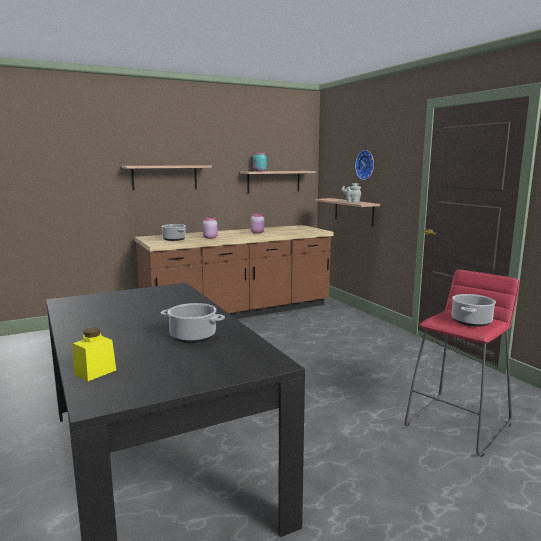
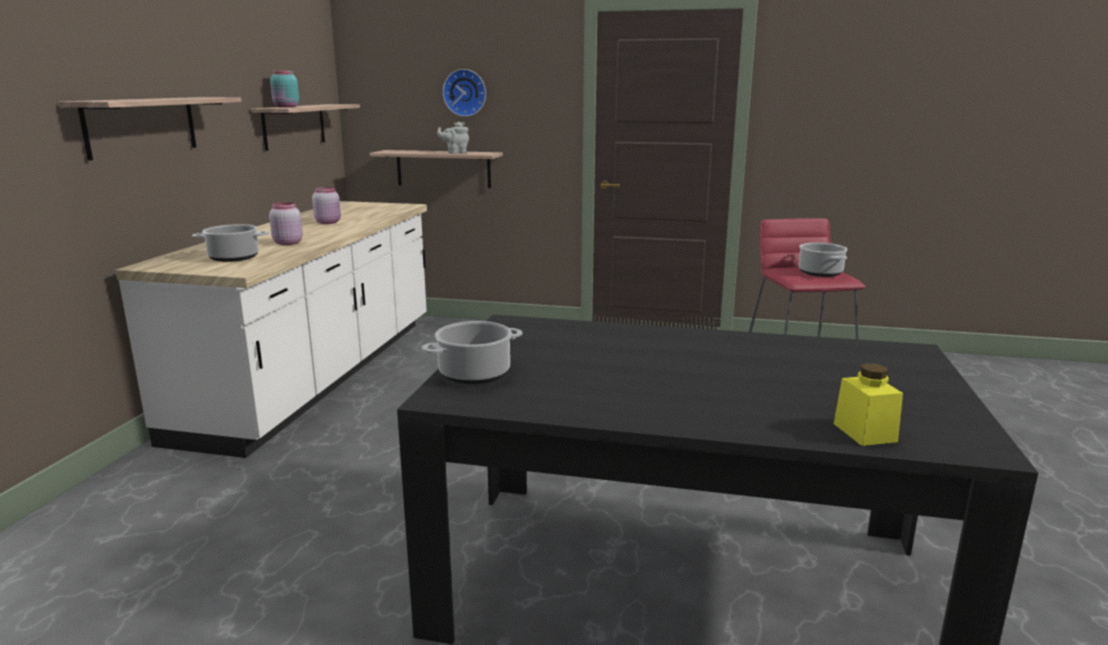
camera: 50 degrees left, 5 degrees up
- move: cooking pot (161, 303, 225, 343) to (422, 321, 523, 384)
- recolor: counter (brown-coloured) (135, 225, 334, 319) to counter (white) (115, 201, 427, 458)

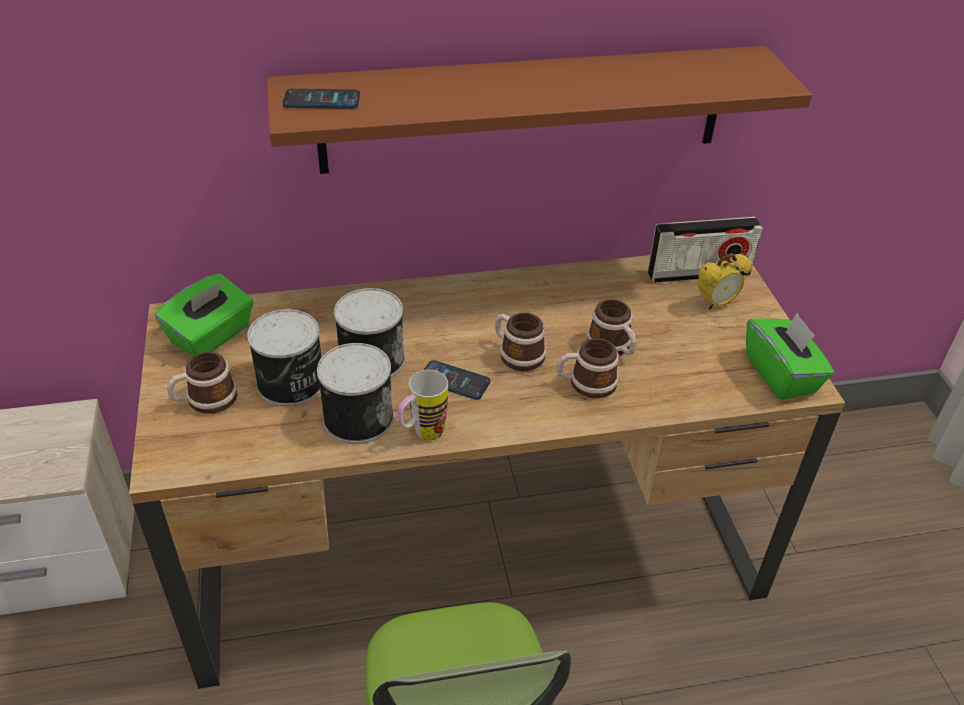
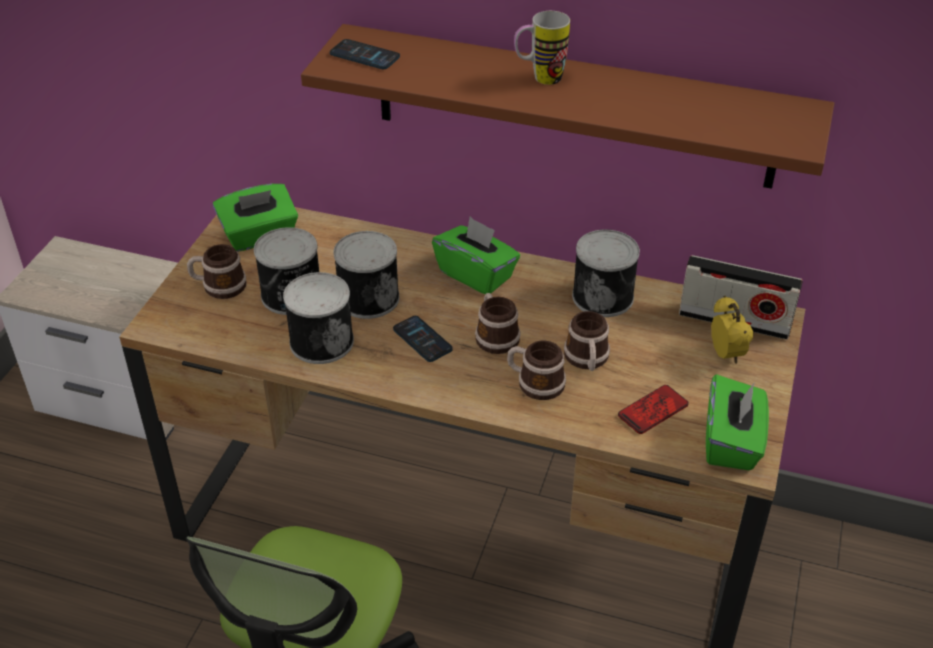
camera: 30 degrees right, 0 degrees up
- insert: tissue holder (greenish) (432, 217, 520, 294)
- insert: metal can (572, 229, 640, 317)
- insert: handset (618, 385, 689, 434)
- move: tea mug (397, 370, 448, 441) to (514, 11, 570, 85)
- rotate: table clock (698, 253, 751, 310) = (711, 296, 753, 363) 105 degrees counterclockwise

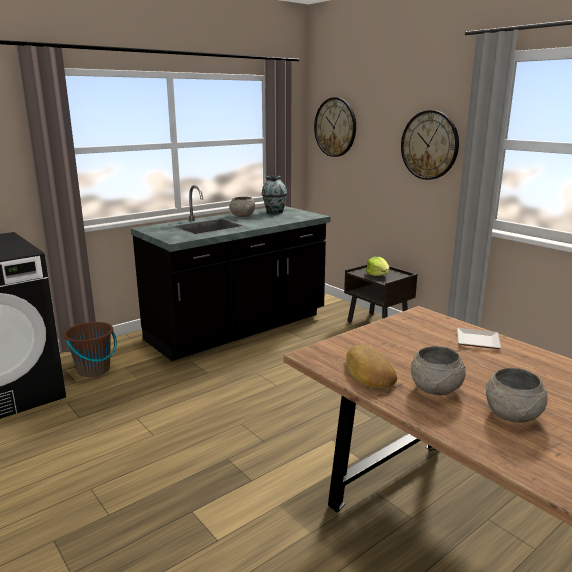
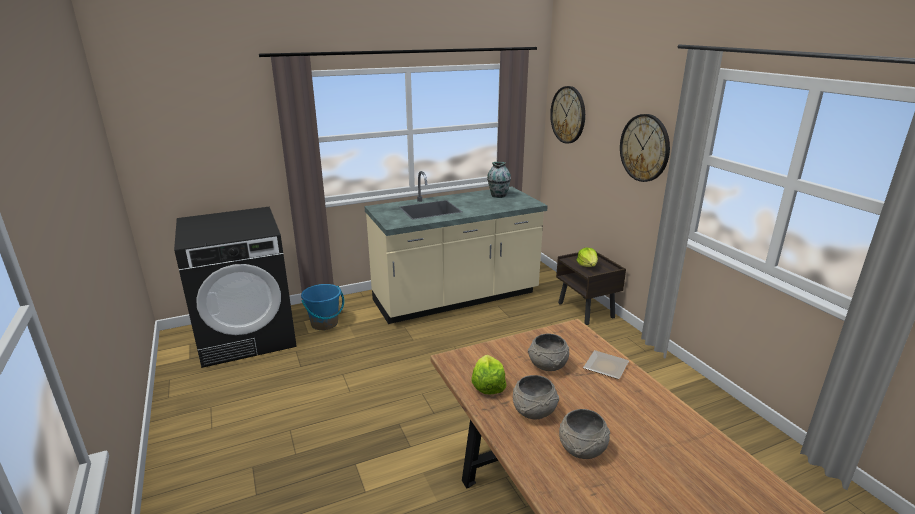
camera: 15 degrees right, 5 degrees up
- move: deep dish (gray) (229, 197, 255, 217) to (528, 333, 569, 371)
- replace: bread (346, 344, 397, 388) to lettuce (471, 355, 507, 394)
- recolor: water bucket (brown-coloured) (64, 322, 117, 377) to water bucket (bluish) (301, 284, 344, 330)
- recolor: counter (black-coloured) (131, 185, 330, 361) to counter (sand-coloured) (364, 171, 548, 324)

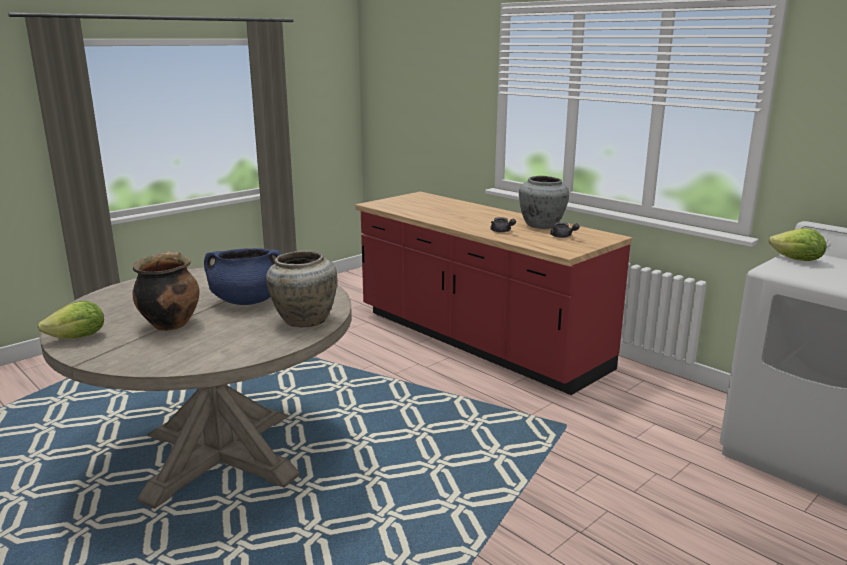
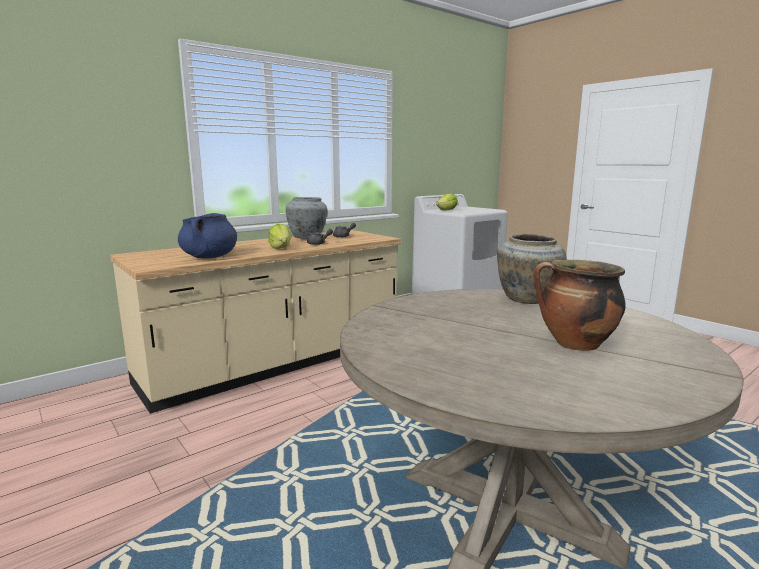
camera: 85 degrees left, 5 degrees down
- move: lettuce (38, 301, 104, 339) to (268, 224, 291, 249)
- move: cooking pot (bluish) (204, 248, 281, 305) to (178, 213, 237, 258)
- recolor: counter (red) (355, 192, 632, 395) to counter (sand-coloured) (110, 230, 401, 414)

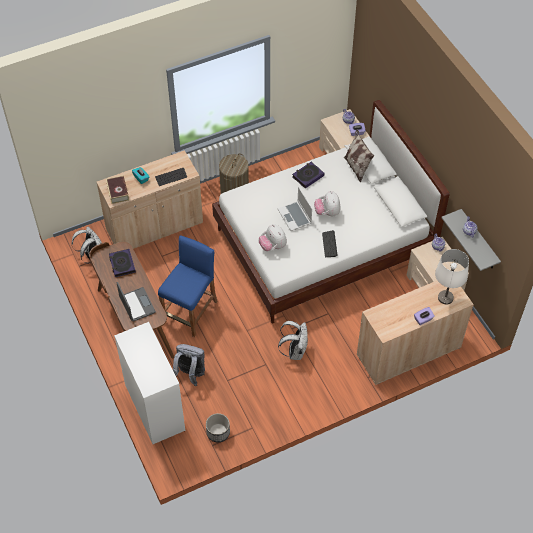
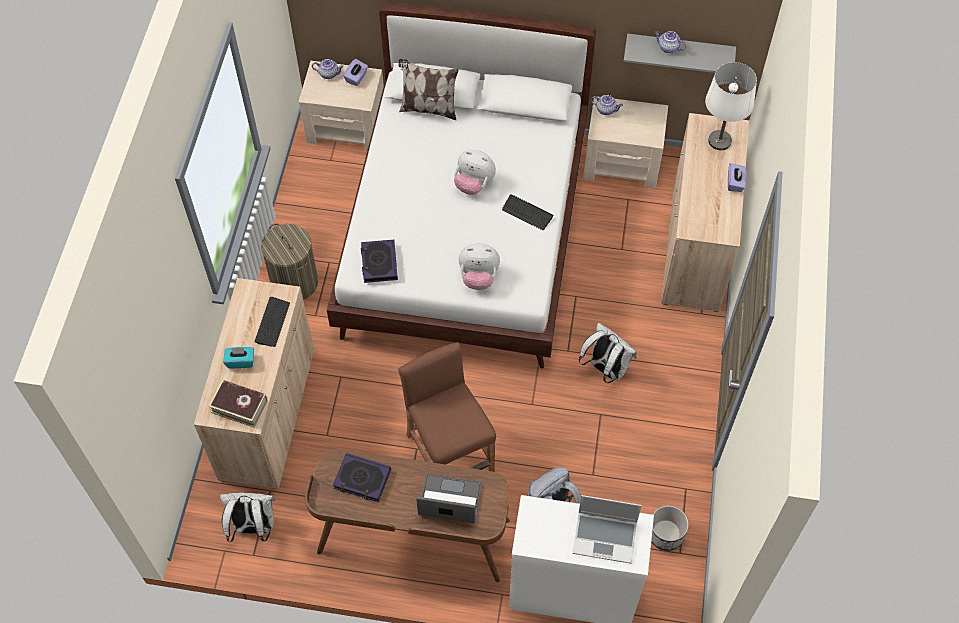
camera: 55 degrees left, 5 degrees up
- move: notebook computer (278, 187, 312, 231) to (572, 495, 642, 564)
- move: bound book (292, 162, 324, 189) to (361, 240, 398, 283)
- recolor: stool (bluish) (158, 235, 218, 337) to stool (brown-coloured) (398, 342, 496, 472)

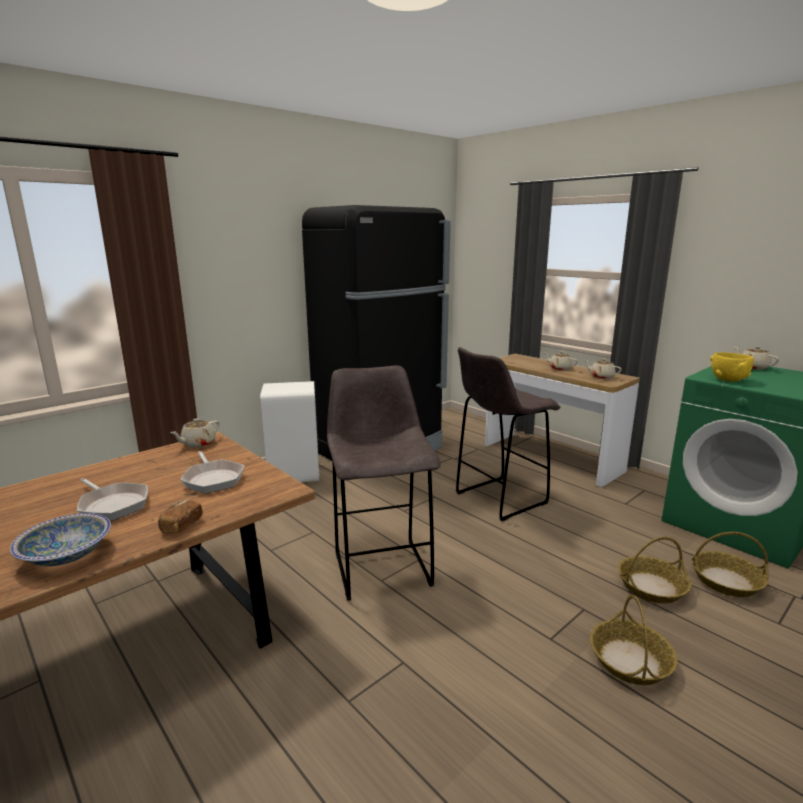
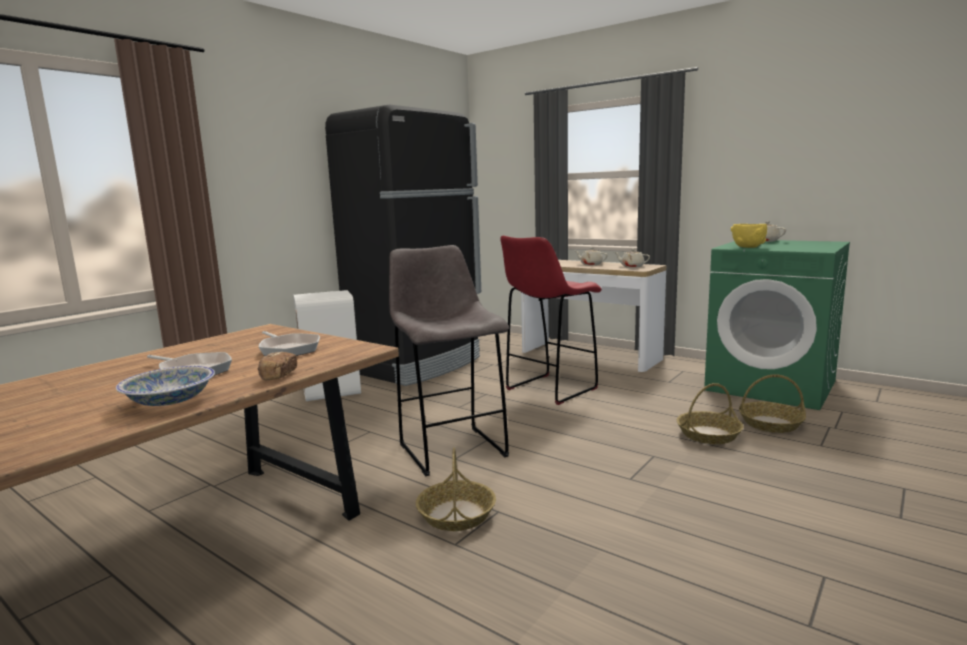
camera: 10 degrees left, 5 degrees down
- delete: pot for tea (sand-coloured) (170, 419, 220, 448)
- move: basket (590, 595, 678, 685) to (416, 448, 496, 531)
- recolor: stool (gray) (456, 347, 560, 521) to stool (red) (500, 235, 602, 405)

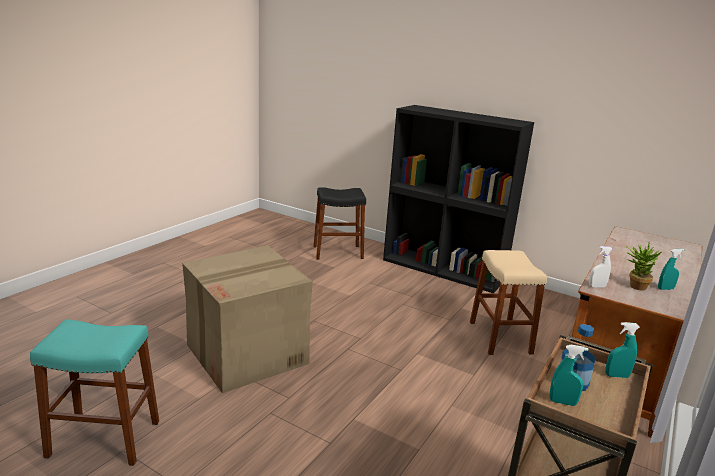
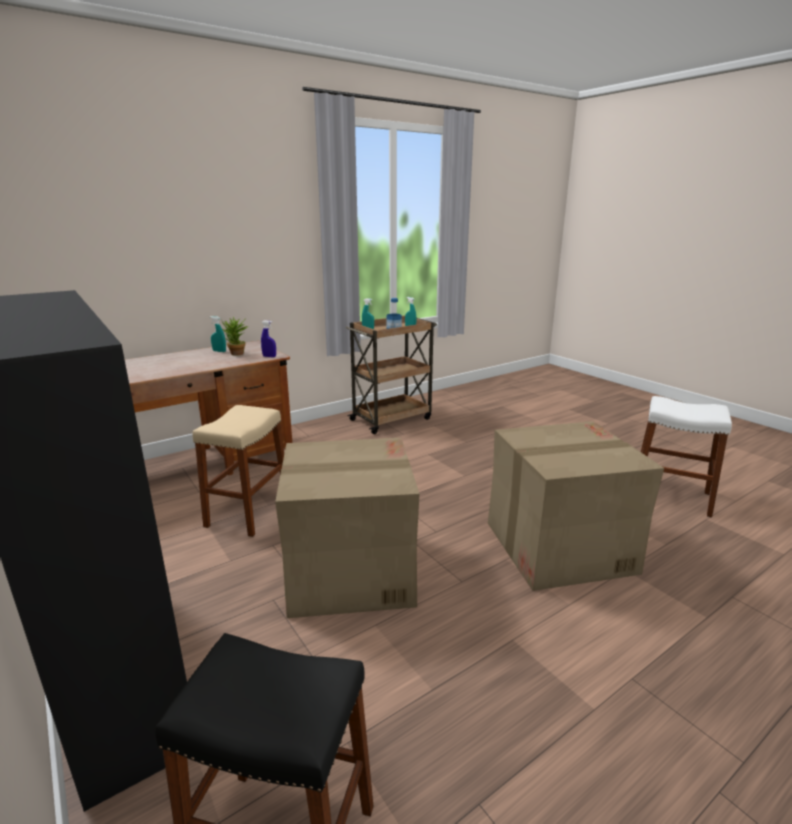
camera: 155 degrees left, 0 degrees up
- insert: carton (275, 438, 419, 618)
- recolor: stool (blue-green) (30, 319, 159, 466) to stool (white) (641, 396, 732, 518)
- recolor: sprayer (white) (589, 246, 613, 288) to sprayer (bluish) (261, 320, 276, 357)

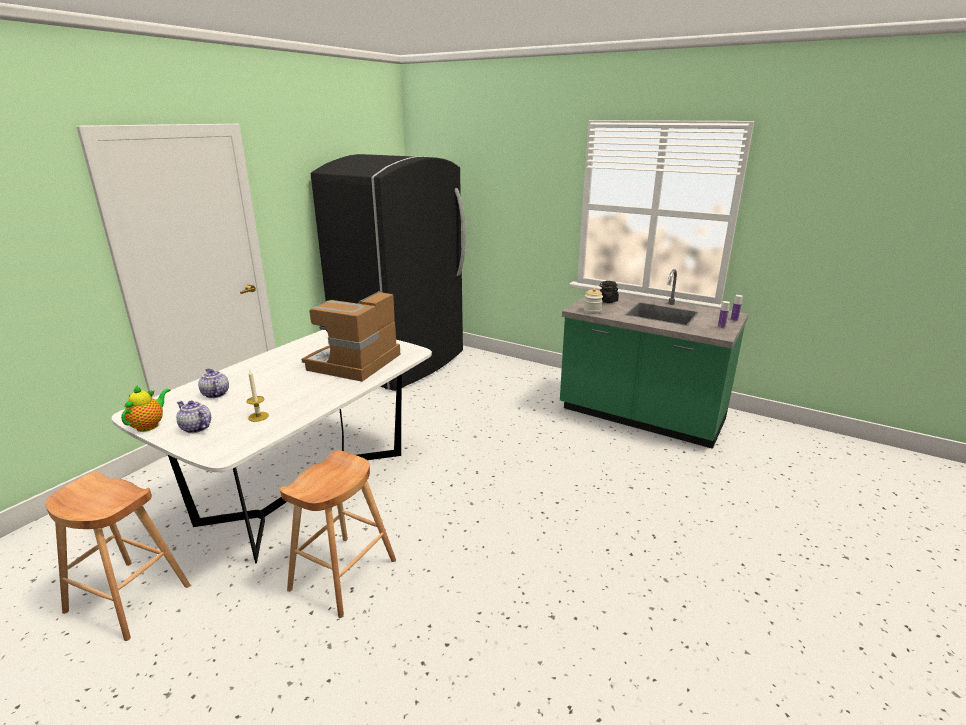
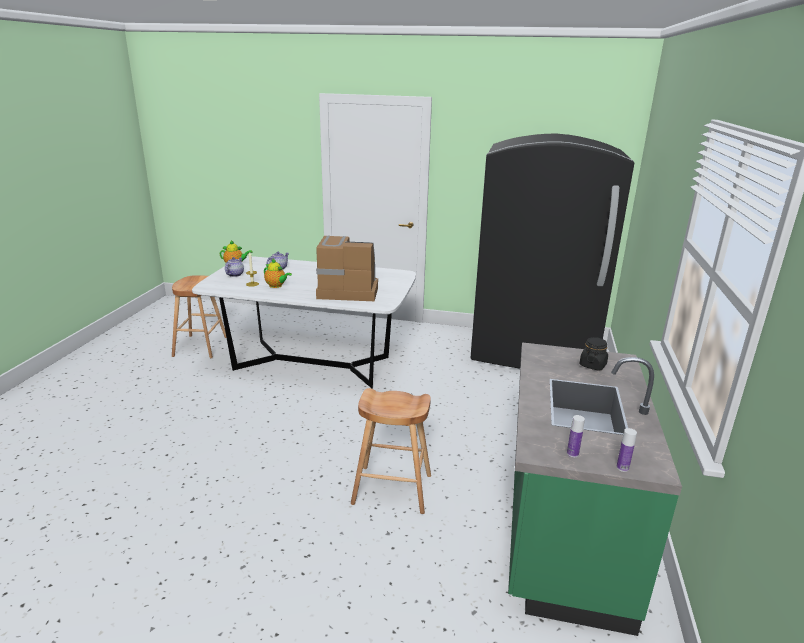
camera: 70 degrees right, 0 degrees up
- delete: jar (584, 288, 603, 314)
- insert: pot for tea (264, 259, 292, 288)
- move: stool (brown-coloured) (280, 450, 396, 618) to (351, 388, 431, 514)

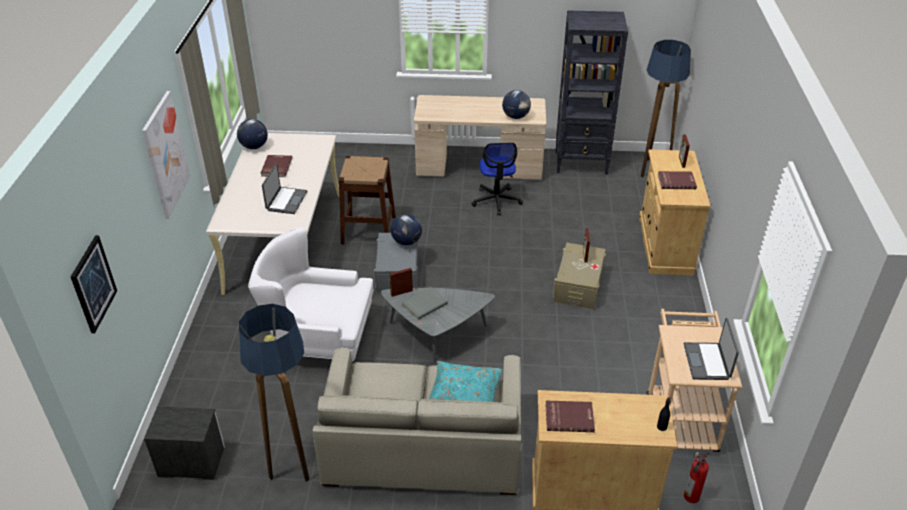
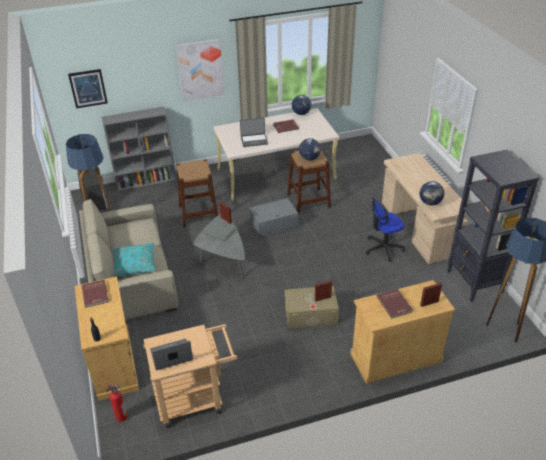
camera: 70 degrees right, 0 degrees up
- insert: bookshelf (gray) (102, 107, 176, 191)
- move: globe (391, 214, 422, 245) to (299, 138, 321, 160)
- replace: lounge chair (white) (248, 227, 374, 361) to stool (brown-coloured) (176, 159, 218, 227)

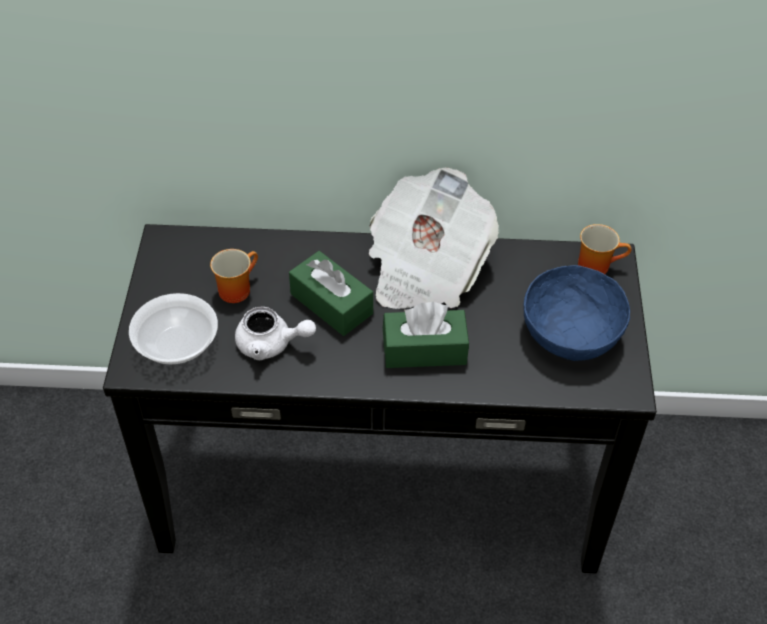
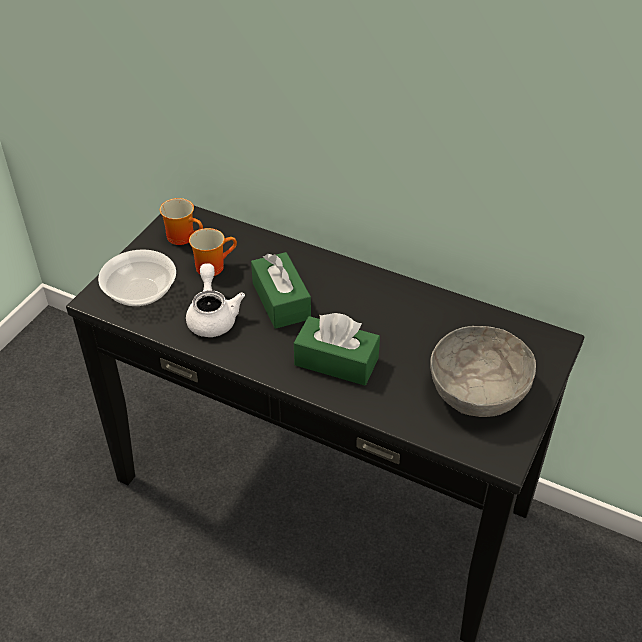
camera: 25 degrees right, 5 degrees down
- delete: printed paper (369, 168, 499, 309)
- move: tea mug (578, 224, 631, 274) to (160, 198, 203, 245)
- recolor: deep dish (bluish) (523, 265, 630, 361) to deep dish (gray) (430, 326, 536, 417)
- rotate: pot for tea (white) (235, 307, 316, 360) = (186, 263, 245, 337) 135 degrees counterclockwise

